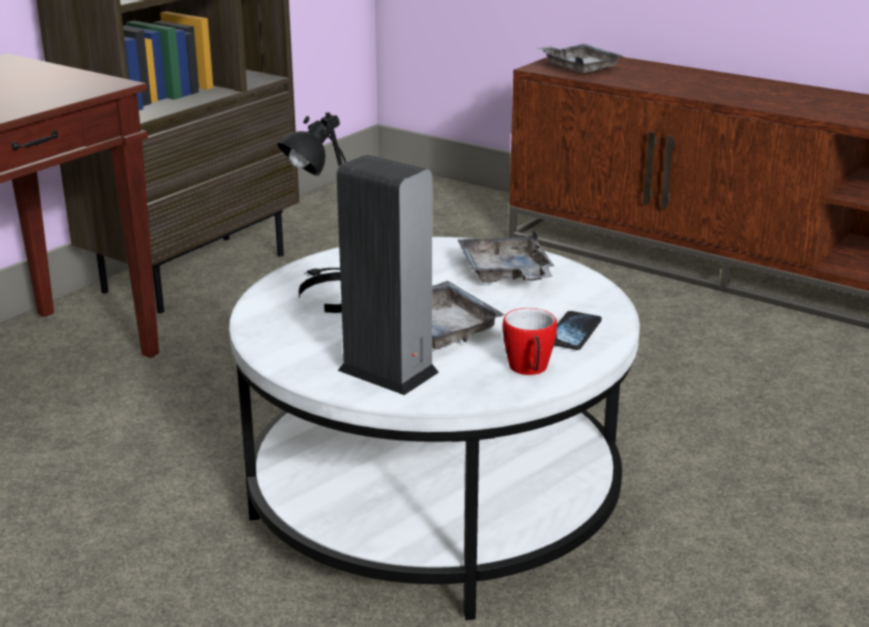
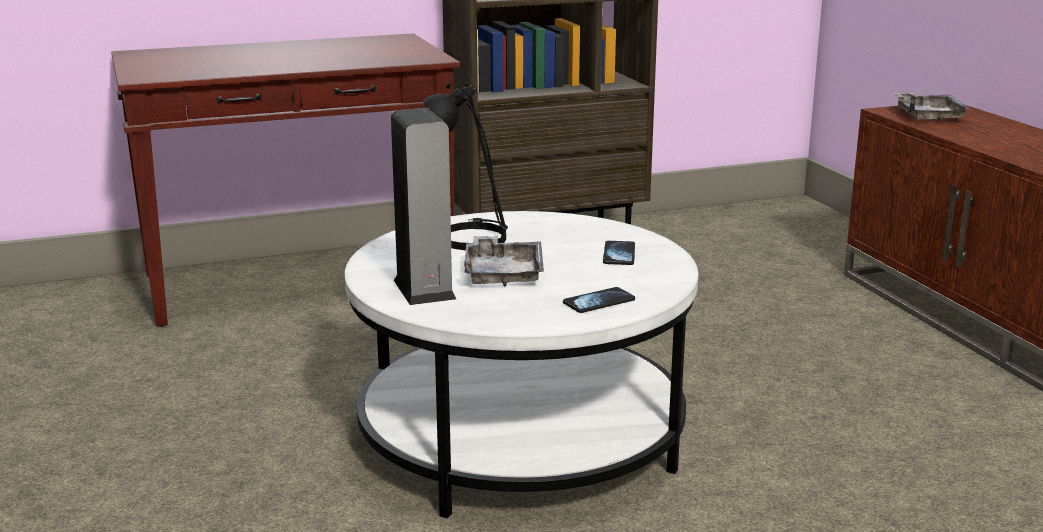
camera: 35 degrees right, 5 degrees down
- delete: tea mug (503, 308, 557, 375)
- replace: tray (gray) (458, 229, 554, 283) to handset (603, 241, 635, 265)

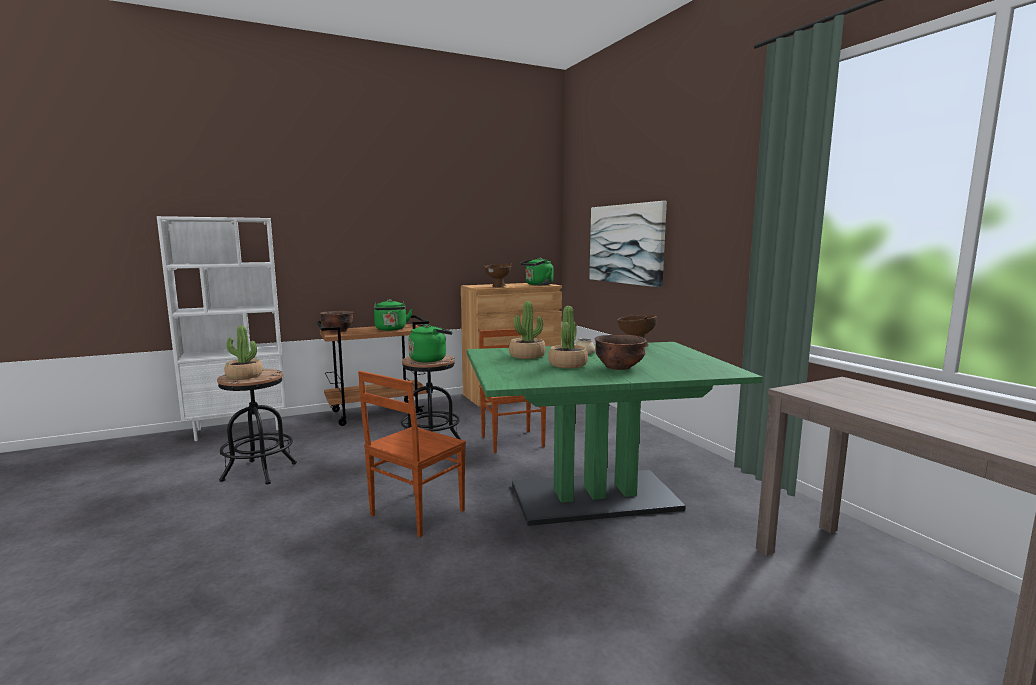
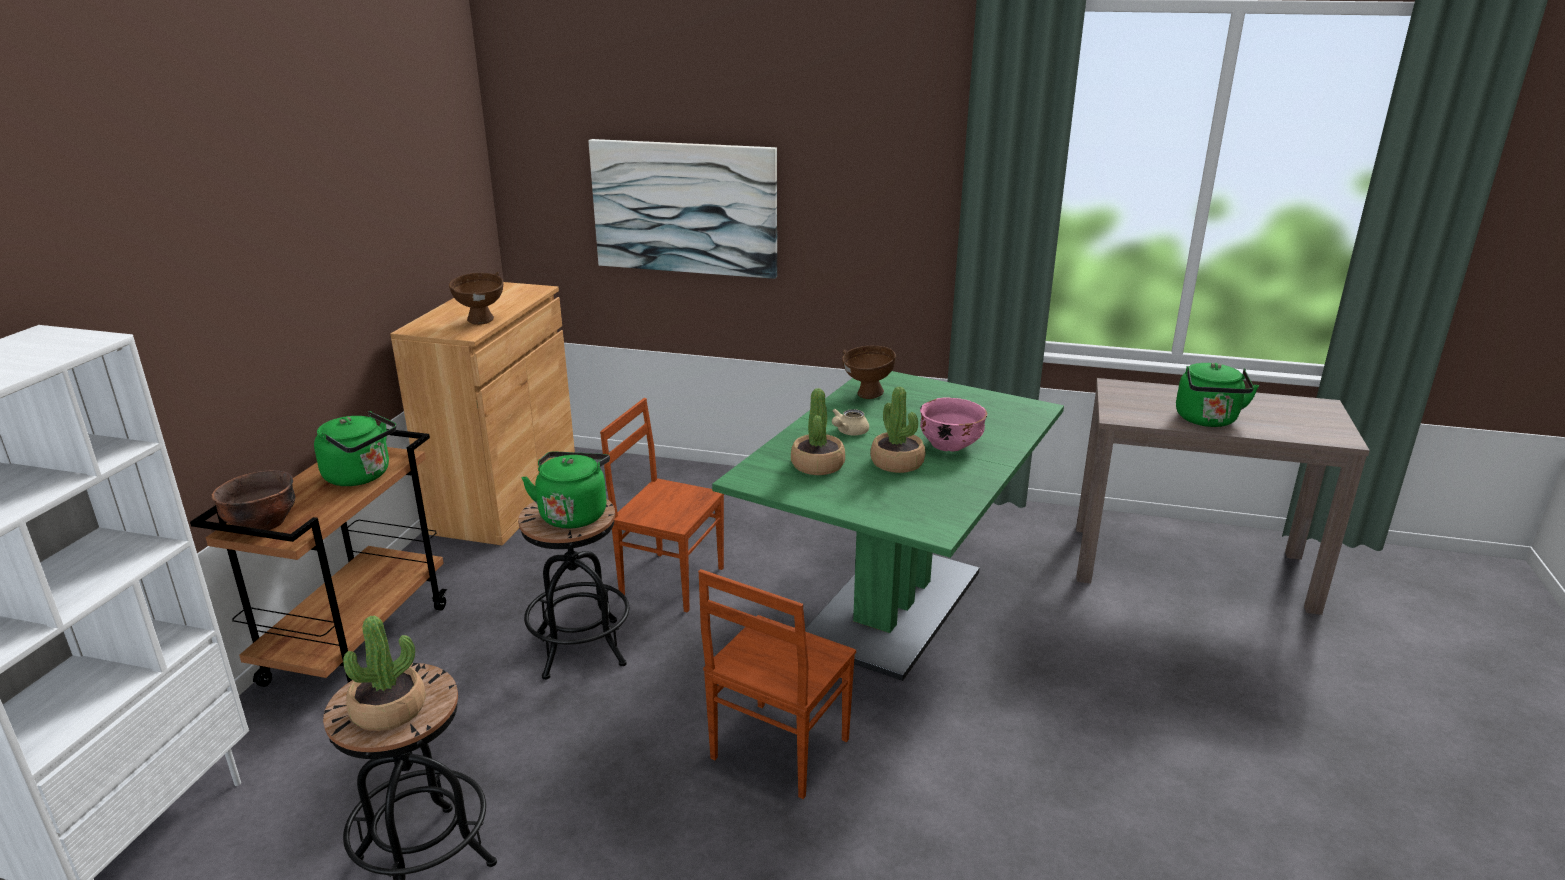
camera: 50 degrees left, 15 degrees up
- move: tea kettle (greenish) (520, 257, 553, 285) to (1176, 363, 1259, 427)
- recolor: deep dish (brown-coloured) (594, 335, 647, 370) to deep dish (pinkish) (920, 397, 987, 451)
- rotate: plain chair (brown-coloured) (358, 371, 466, 537) = (698, 569, 856, 799) 45 degrees clockwise

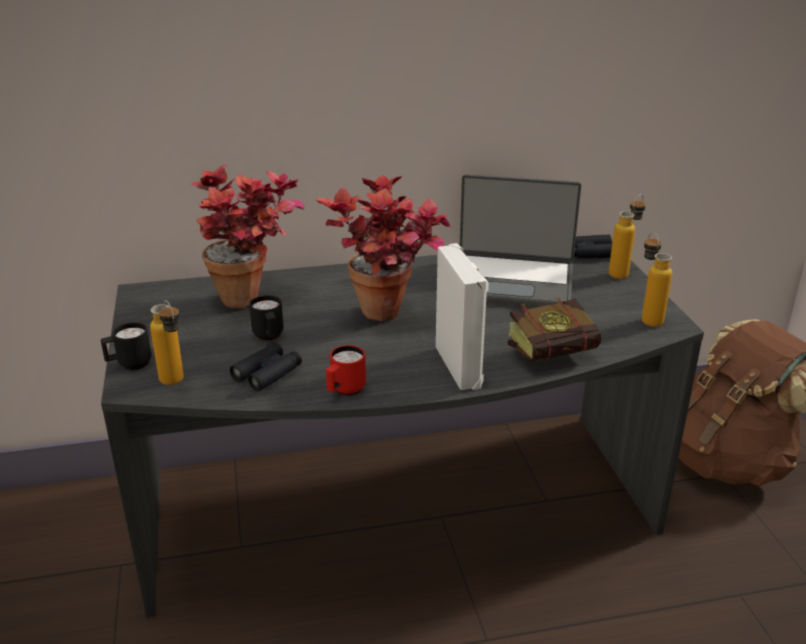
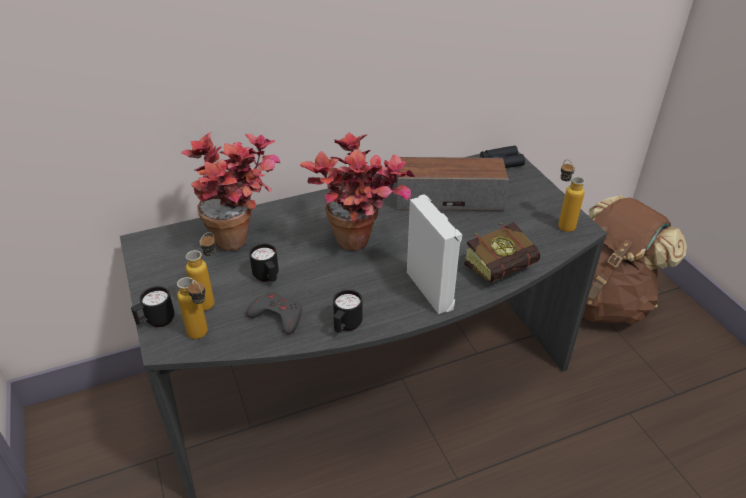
camera: 10 degrees left, 10 degrees up
- move: bottle (609, 195, 646, 279) to (186, 232, 215, 311)
- replace: pair of binoculars (black-coloured) (230, 343, 302, 392) to game controller (gray) (246, 292, 302, 335)
- replace: notebook computer (459, 174, 581, 307) to speaker (396, 157, 510, 211)
- recolor: tea mug (red) (326, 345, 366, 395) to tea mug (black-coloured) (333, 290, 363, 333)

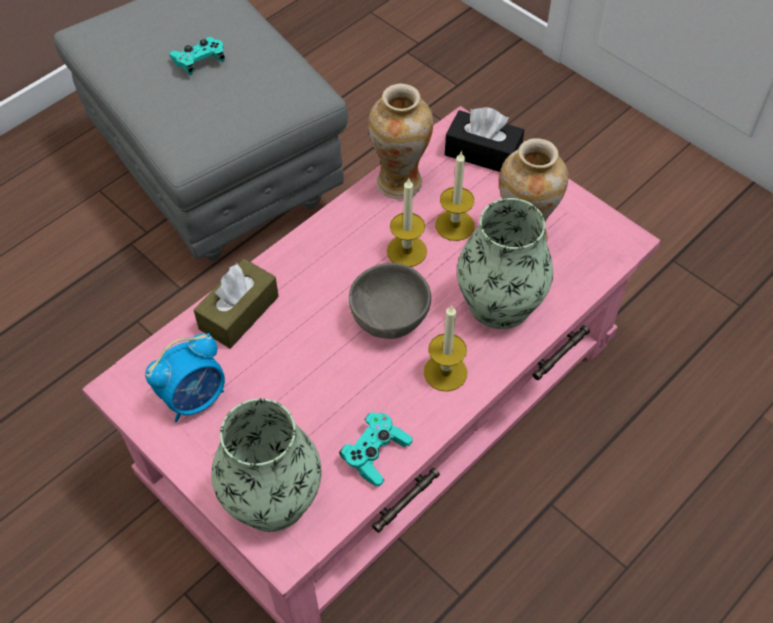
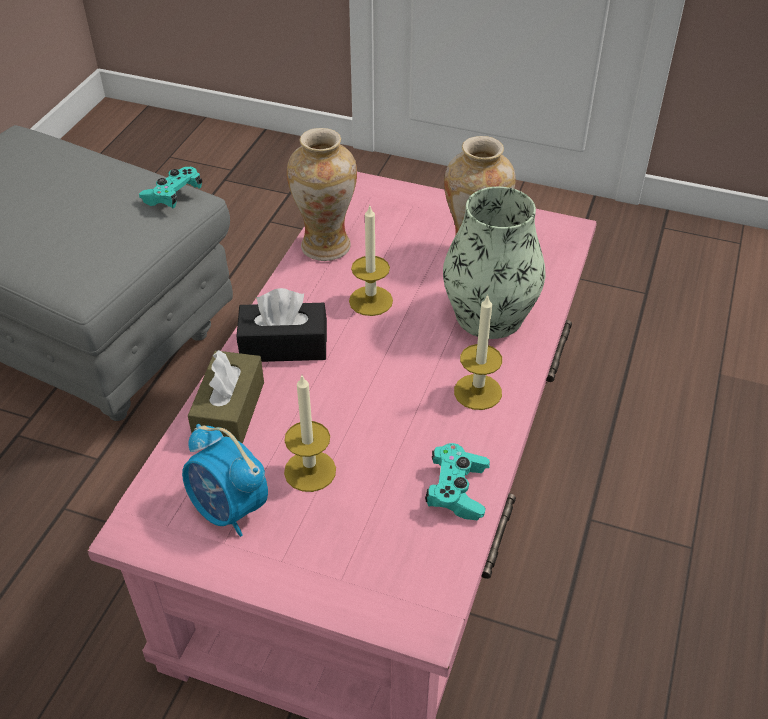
camera: 25 degrees left, 10 degrees down
- delete: flower vase (212, 398, 321, 532)
- delete: deep dish (gray) (349, 263, 431, 339)
- move: game controller (blue-green) (169, 37, 225, 76) to (139, 167, 202, 208)
- move: candle (435, 151, 475, 241) to (284, 375, 336, 492)
- move: tissue holder (black-coloured) (445, 107, 524, 172) to (237, 288, 327, 362)
- rotate: table clock (145, 333, 225, 422) = (182, 424, 268, 537) 105 degrees clockwise

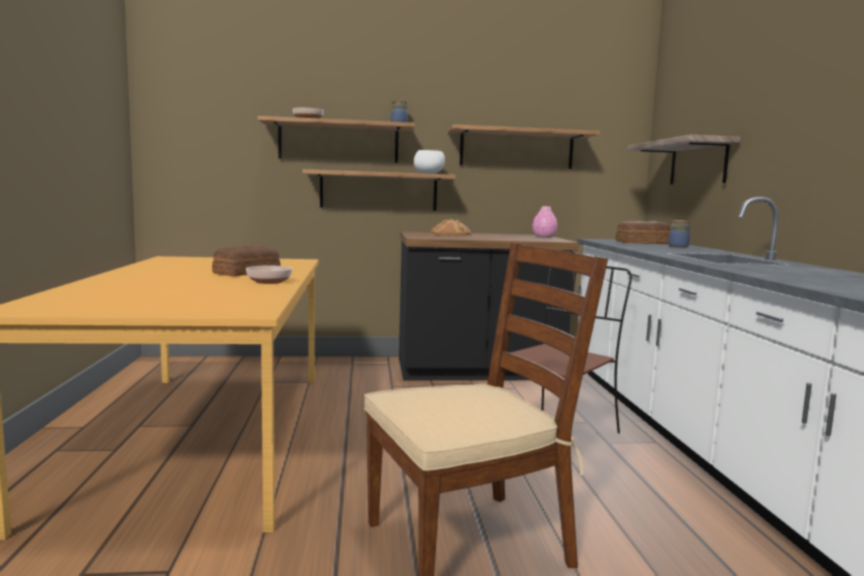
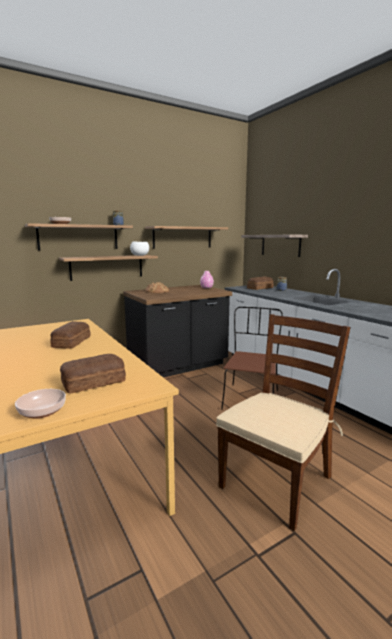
camera: 25 degrees left, 5 degrees up
- insert: bread (60, 354, 126, 394)
- move: deep dish (246, 266, 292, 284) to (15, 389, 66, 419)

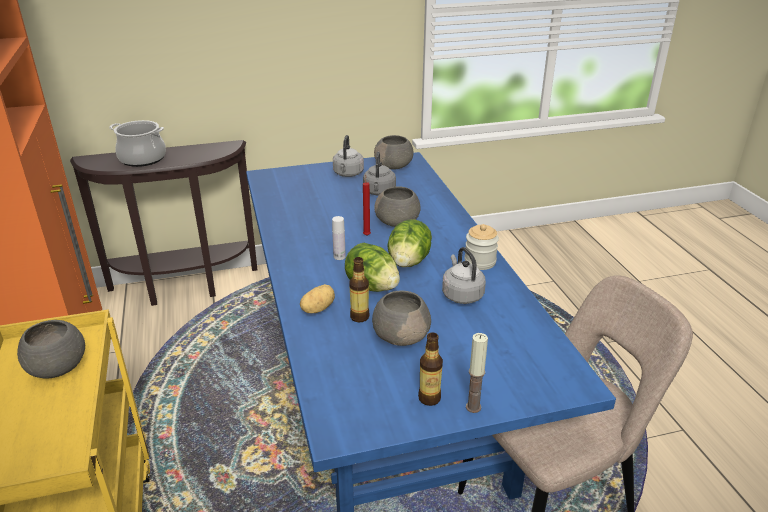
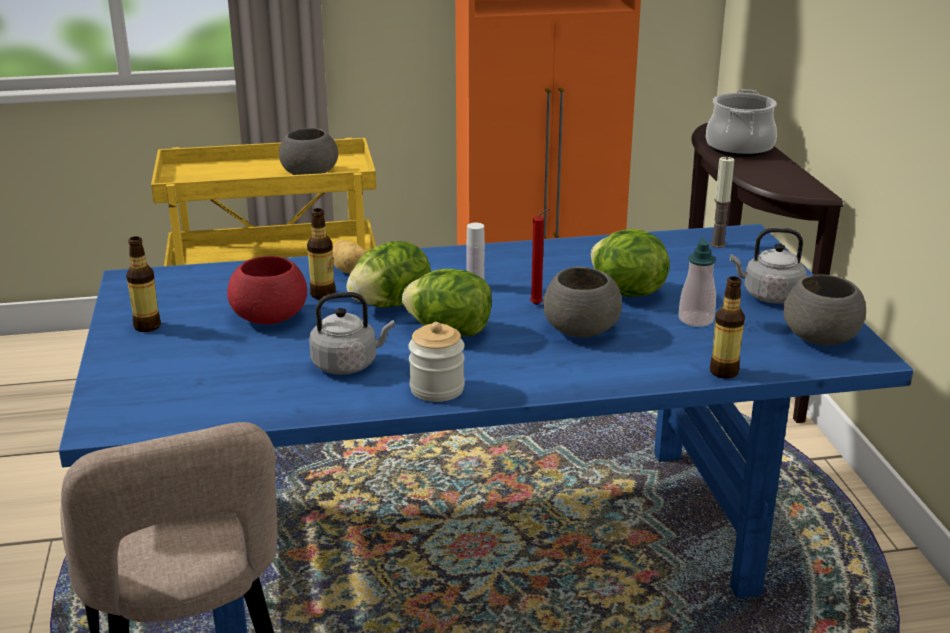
camera: 95 degrees right, 5 degrees down
- insert: lettuce (591, 228, 670, 297)
- insert: bottle (710, 276, 745, 378)
- move: candle (466, 333, 488, 413) to (710, 156, 734, 248)
- replace: tea kettle (gray) (363, 152, 396, 196) to soap dispenser (678, 237, 716, 327)
- recolor: deep dish (gray) (372, 290, 431, 346) to deep dish (red) (227, 256, 307, 325)

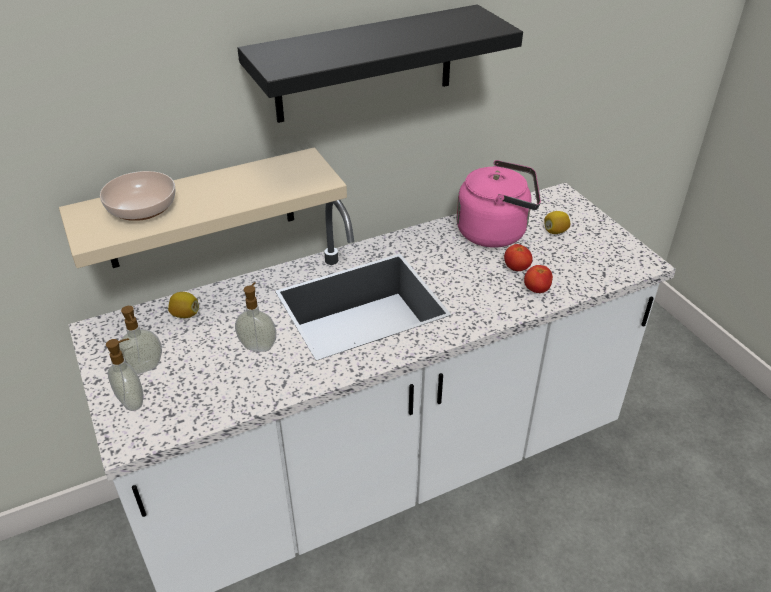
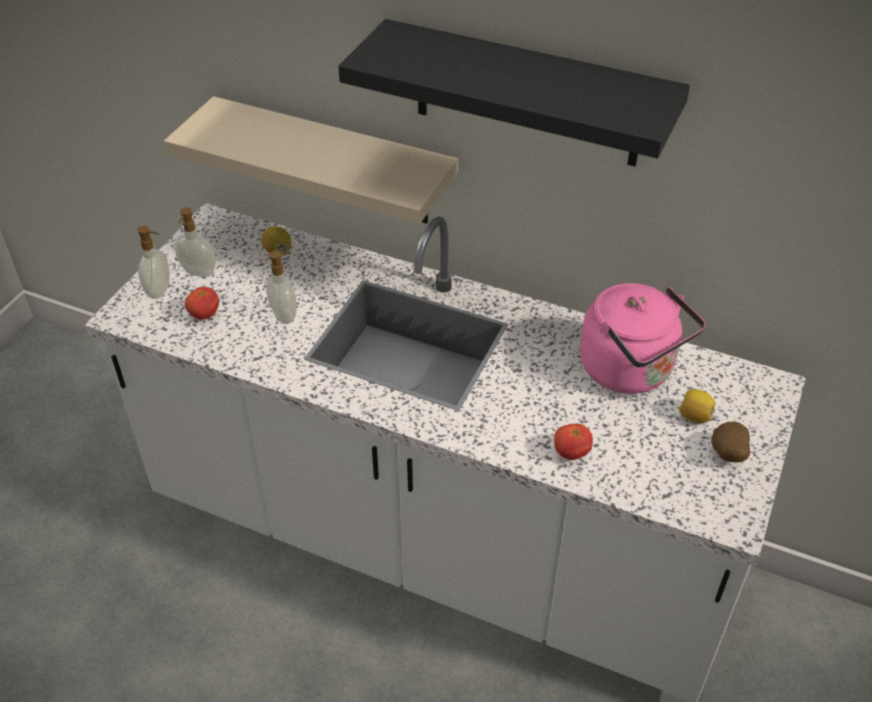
camera: 50 degrees right, 5 degrees up
- delete: deep dish (100, 171, 175, 221)
- insert: whole potato (711, 421, 750, 462)
- move: whole tomato (504, 244, 533, 271) to (185, 287, 219, 320)

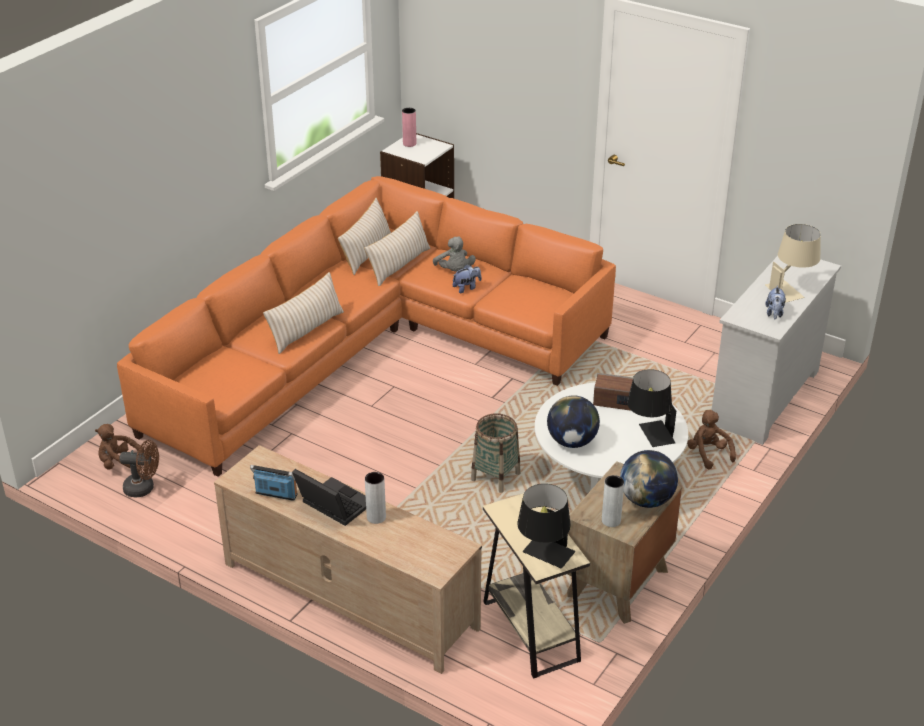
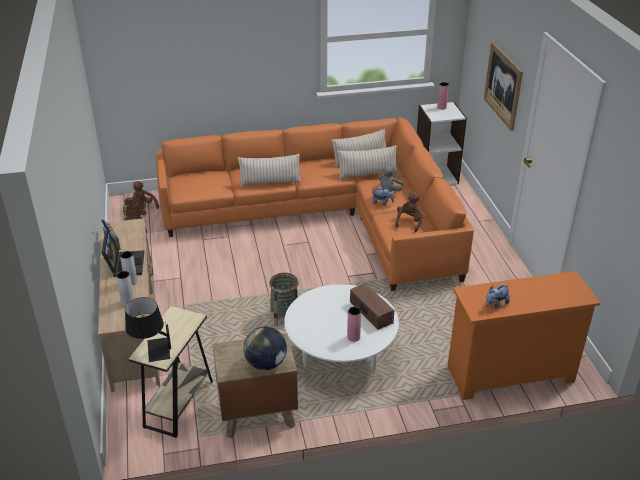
camera: 45 degrees right, 0 degrees up
- delete: globe (547, 395, 600, 448)
- delete: tabletop lamp (sand-coloured) (765, 224, 821, 303)
- insert: wall picture (484, 42, 523, 131)
- move: flower vase (gray) (602, 475, 624, 527) to (116, 271, 134, 306)
- move: cuddly toy (brown-coloured) (687, 410, 736, 469) to (395, 191, 423, 232)
- replace: tabletop lamp (black-coloured) (627, 369, 676, 447) to flower vase (pinkish) (347, 307, 361, 342)
- recolor: dresser (white) (711, 256, 841, 445) to dresser (orange-coloured) (447, 271, 601, 400)

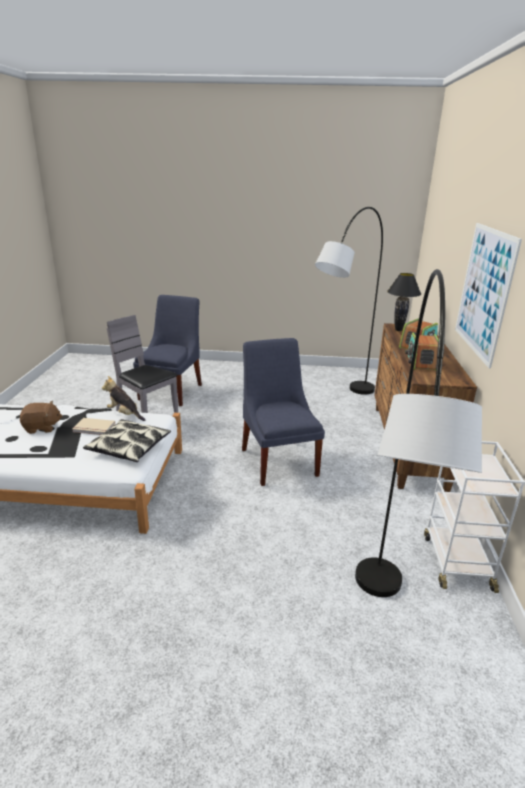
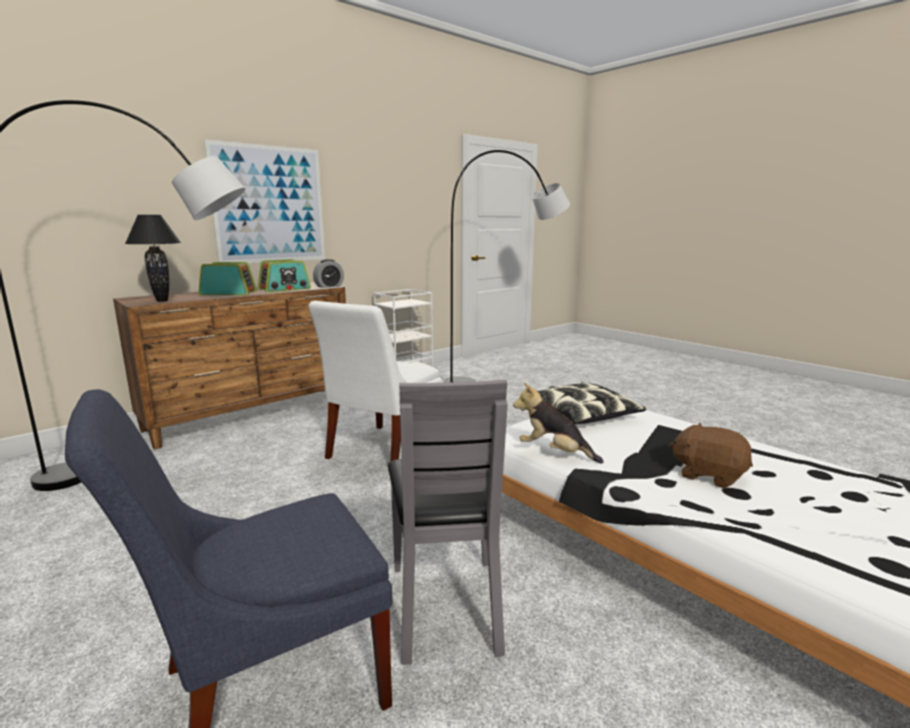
camera: 135 degrees left, 10 degrees down
- delete: bound book (sand-coloured) (72, 418, 115, 435)
- insert: table clock (313, 259, 344, 288)
- recolor: plain chair (bluish) (242, 338, 325, 486) to plain chair (white) (308, 301, 442, 461)
- rotate: cuddly toy (102, 376, 146, 421) = (513, 383, 604, 464) 135 degrees clockwise

